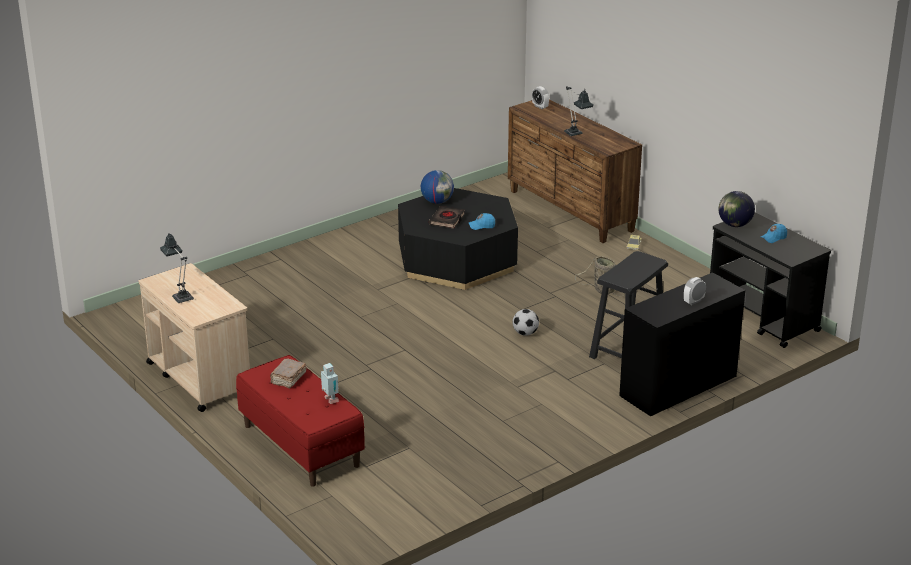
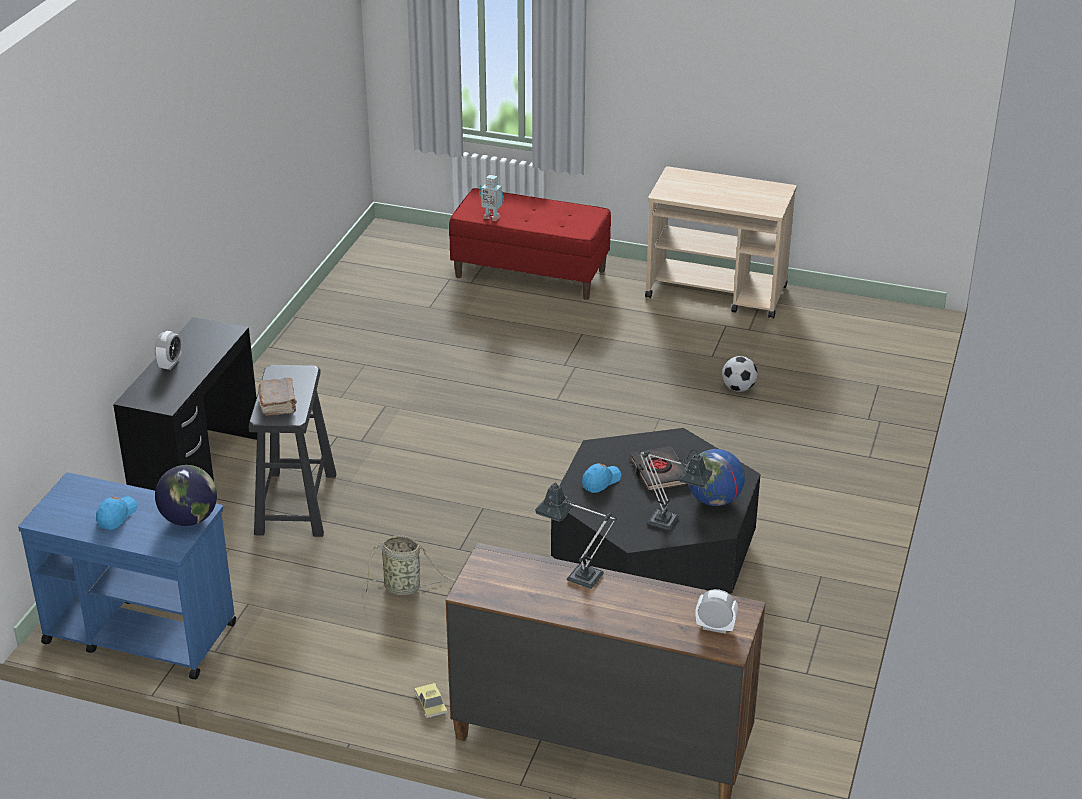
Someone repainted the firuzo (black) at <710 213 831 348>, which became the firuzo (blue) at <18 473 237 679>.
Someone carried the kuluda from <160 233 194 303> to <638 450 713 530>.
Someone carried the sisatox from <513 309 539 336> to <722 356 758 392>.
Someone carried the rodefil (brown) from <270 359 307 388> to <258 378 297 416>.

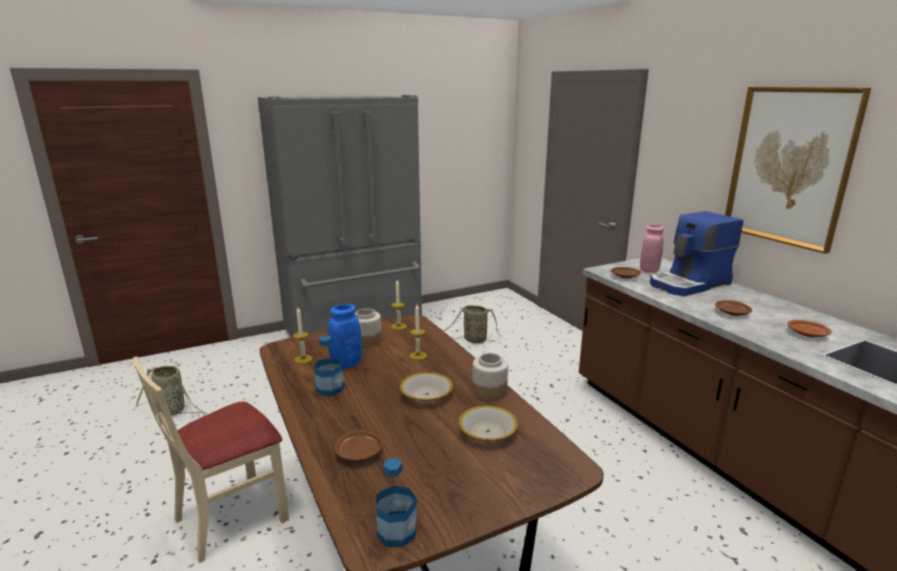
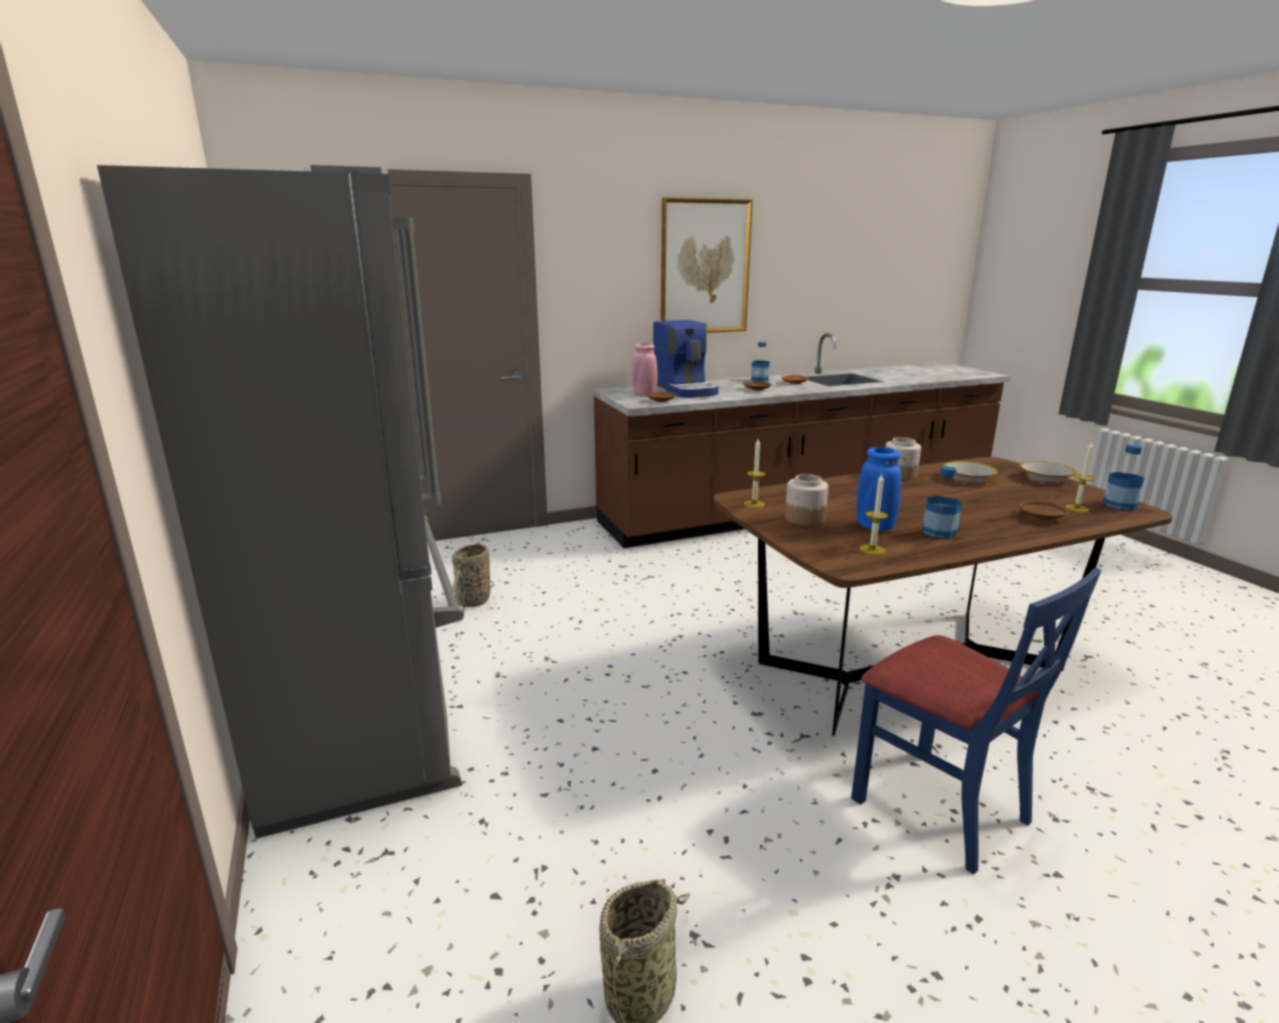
Someone carried the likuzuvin from <410 305 427 360> to <1065 442 1094 512>.
Someone repainted the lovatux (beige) at <133 356 289 563>, which became the lovatux (blue) at <851 567 1101 875>.
Someone carried the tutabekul from <400 372 453 403> to <1019 461 1076 483>.
Someone put down the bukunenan at <751 342 770 382>.

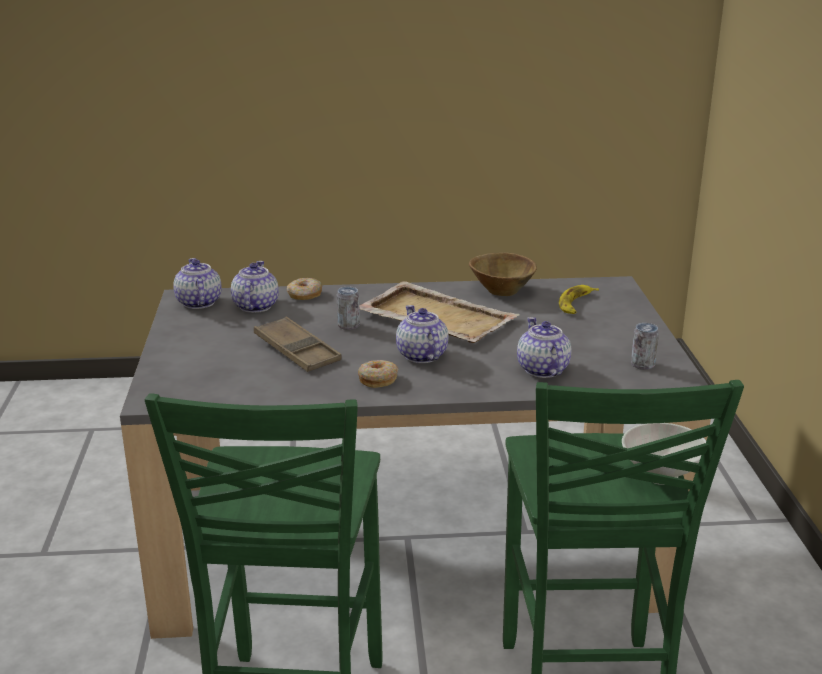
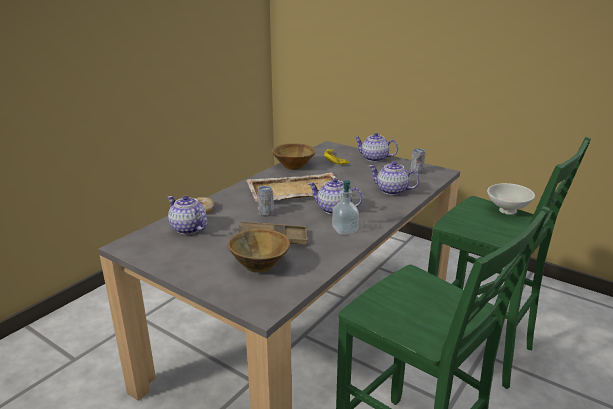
Someone carried the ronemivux from <173 258 221 309> to <354 133 398 162>.
Someone swapped the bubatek at <358 360 399 388> for the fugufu at <332 180 359 235>.
Someone put down the tutabekul (brown) at <228 228 290 273>.

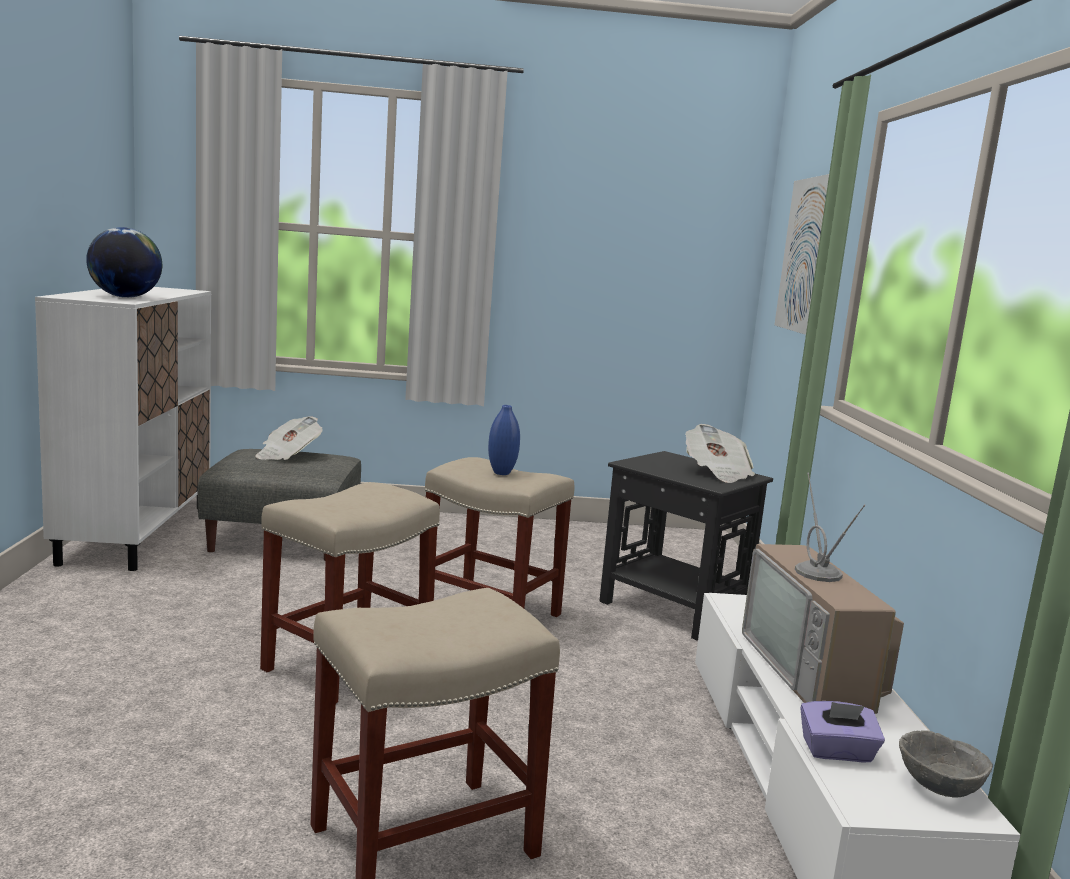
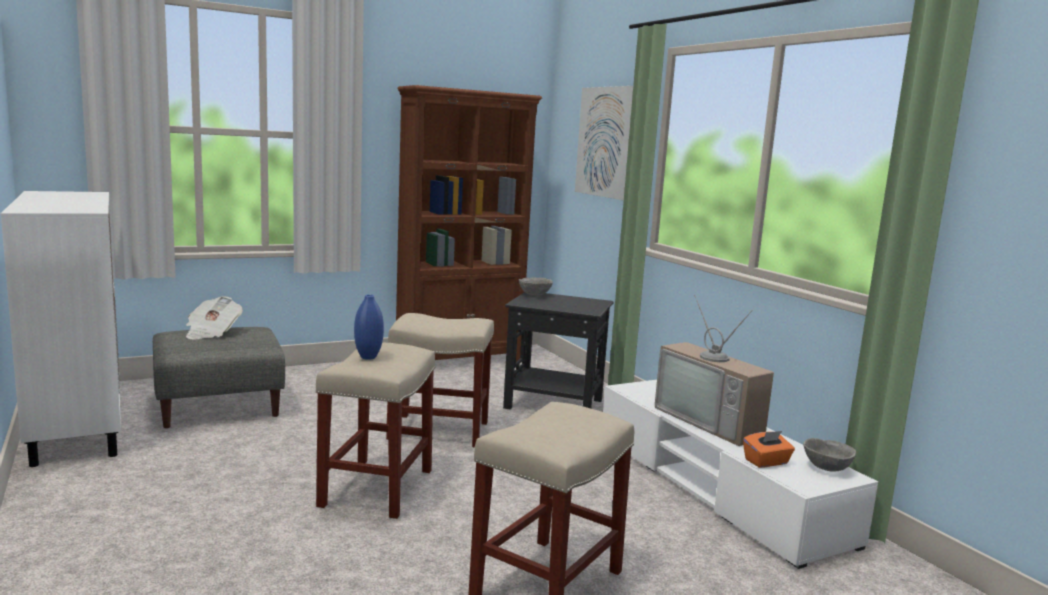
Someone took away the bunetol at <86 227 162 298>.
Someone carried the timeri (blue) from <488 405 520 475> to <354 294 384 360>.
Someone took away the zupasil at <685 424 755 483>.
Someone repainted the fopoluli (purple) at <800 701 885 762>, which became the fopoluli (orange) at <743 431 795 468>.
Someone put down the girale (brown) at <396 85 542 362>.
Someone put down the tutabekul (grey) at <519 278 553 296>.

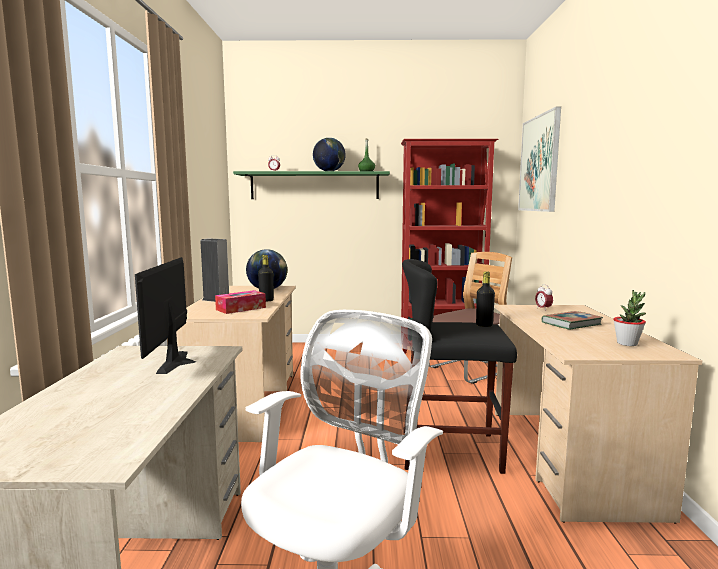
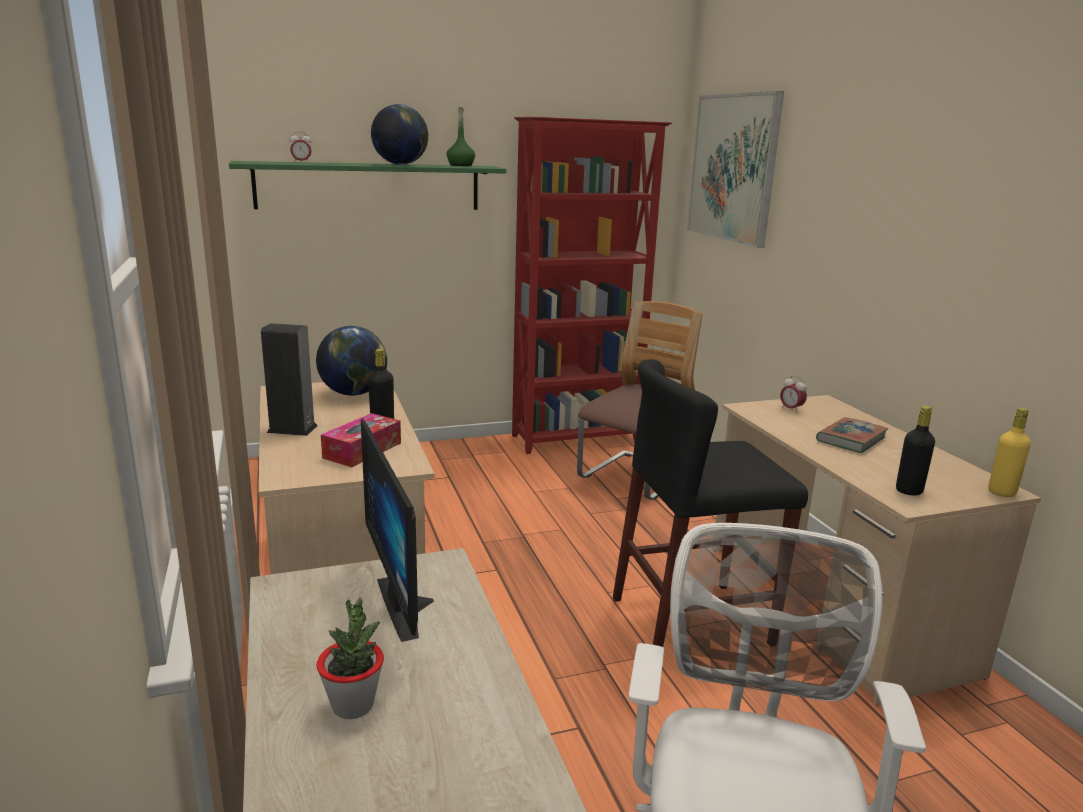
Someone carried the bukunenan (black) from <476 271 495 327> to <896 406 935 496>.
Someone carried the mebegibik from <613 290 646 346> to <317 597 384 719>.
Someone put down the bukunenan (yellow) at <988 408 1031 497>.

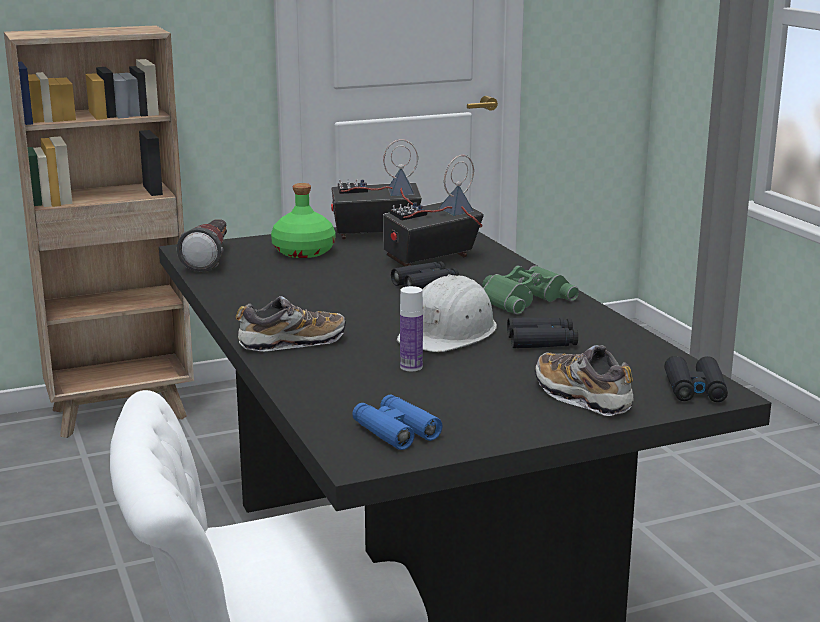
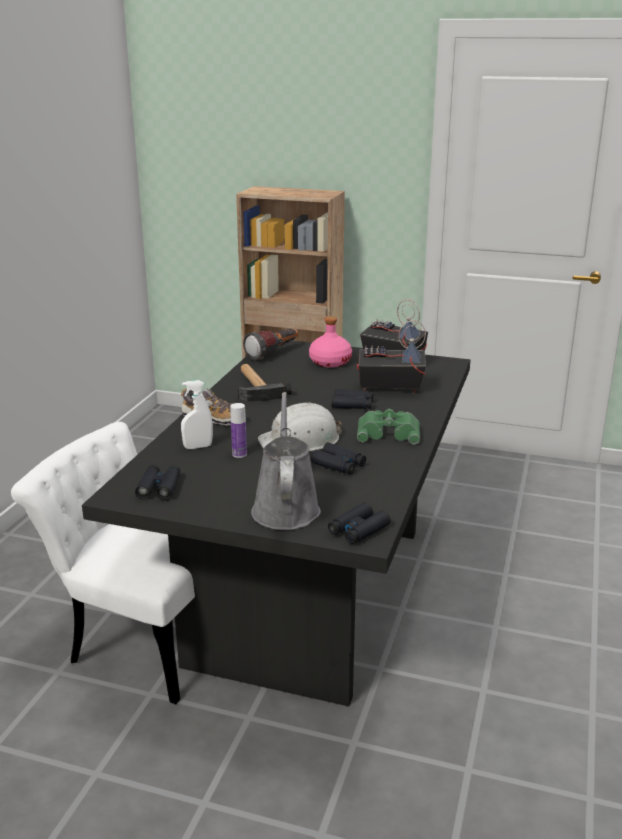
Someone repainted the bukunenan (green) at <271 183 335 258>, which became the bukunenan (pink) at <309 316 352 368>.
Someone swapped the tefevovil at <534 345 633 416> for the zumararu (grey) at <251 392 321 530>.
Someone repainted the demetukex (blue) at <352 395 442 450>, which became the demetukex (black) at <135 465 180 500>.
Someone put down the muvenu at <238 364 292 401>.
Someone put down the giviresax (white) at <181 380 213 449>.

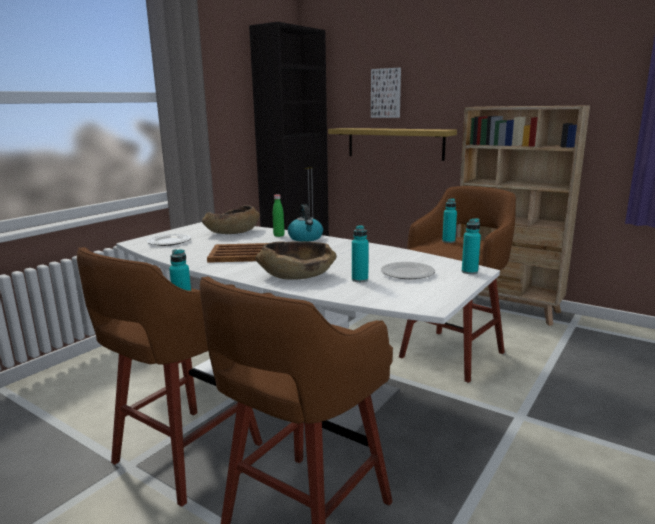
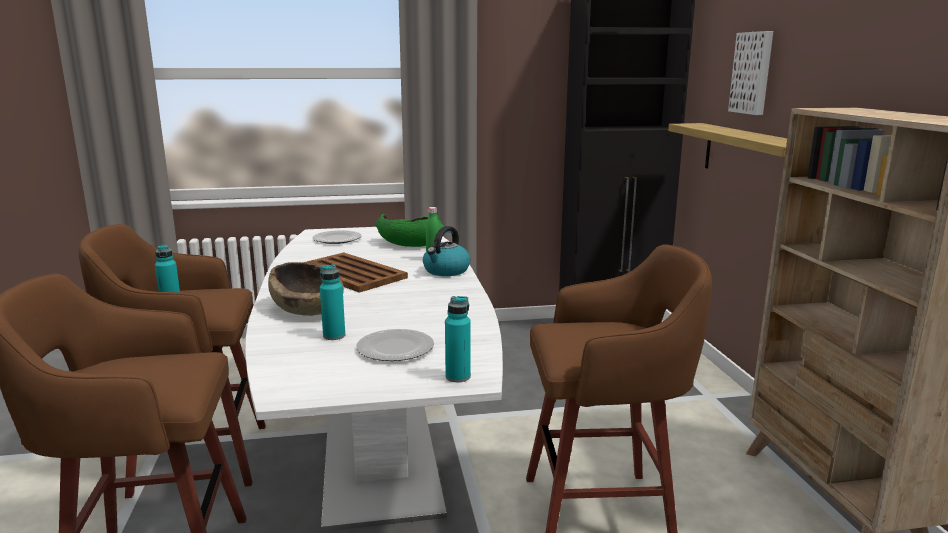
Someone took away the bukunenan (turquoise) at <442 198 457 243>.
Someone repainted the tutabekul (brown) at <202 205 260 234>, which became the tutabekul (green) at <375 214 444 247>.

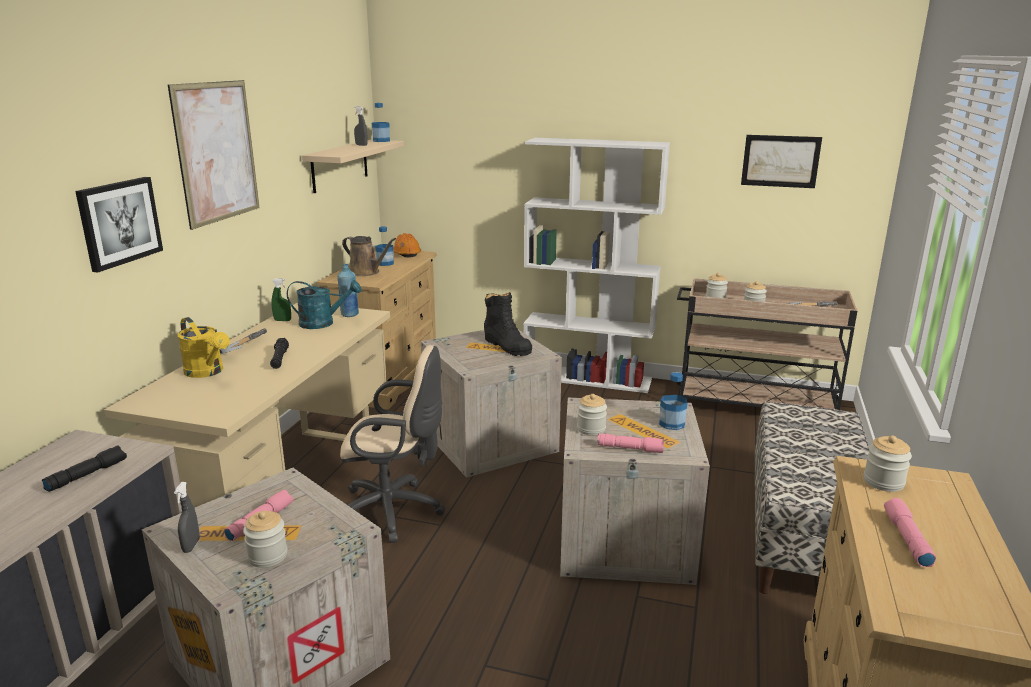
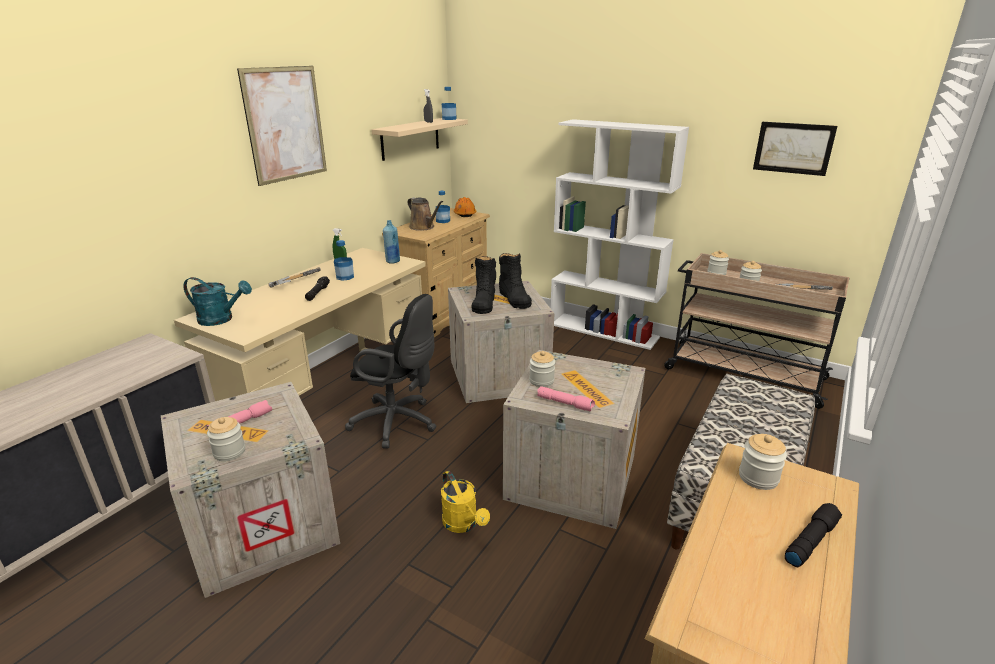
Someone took away the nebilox at <75 177 163 272>.
Someone carried the zumararu (turquoise) from <287 280 361 329> to <183 277 252 326>.
Someone carried the zumararu (yellow) from <177 317 230 378> to <441 471 490 533>.
Someone repainted the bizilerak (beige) at <340 345 445 543>, which became the bizilerak (black) at <345 294 437 449>.
Someone carried the bukunenan from <659 372 688 430> to <334 240 354 281>.
Someone carried the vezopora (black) from <42 446 127 492> to <785 503 842 567>.
Someone took away the giviresax (grey) at <174 482 200 553>.
Someone took away the vezopora (pink) at <884 498 936 567>.
Someone put down the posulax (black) at <471 256 496 314>.

